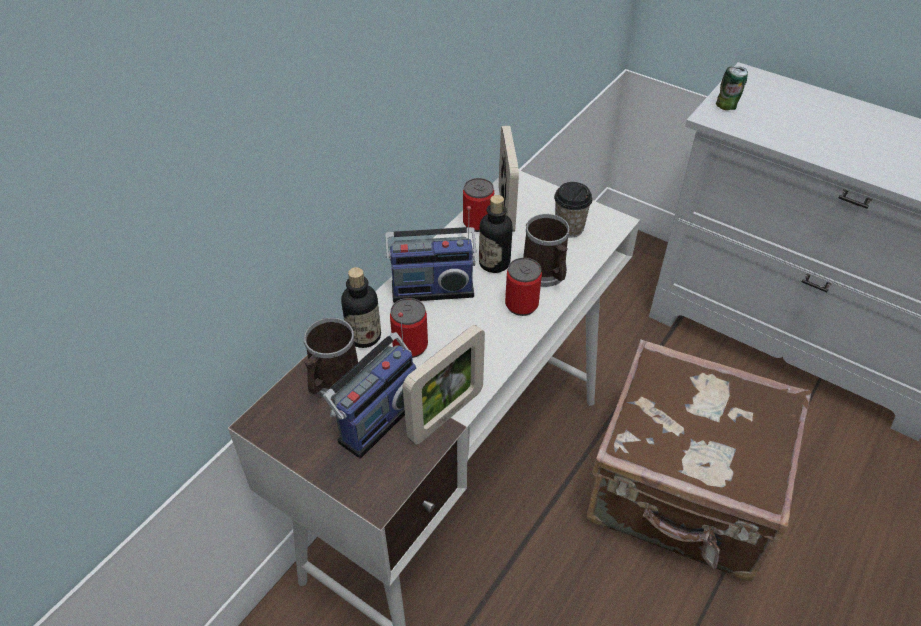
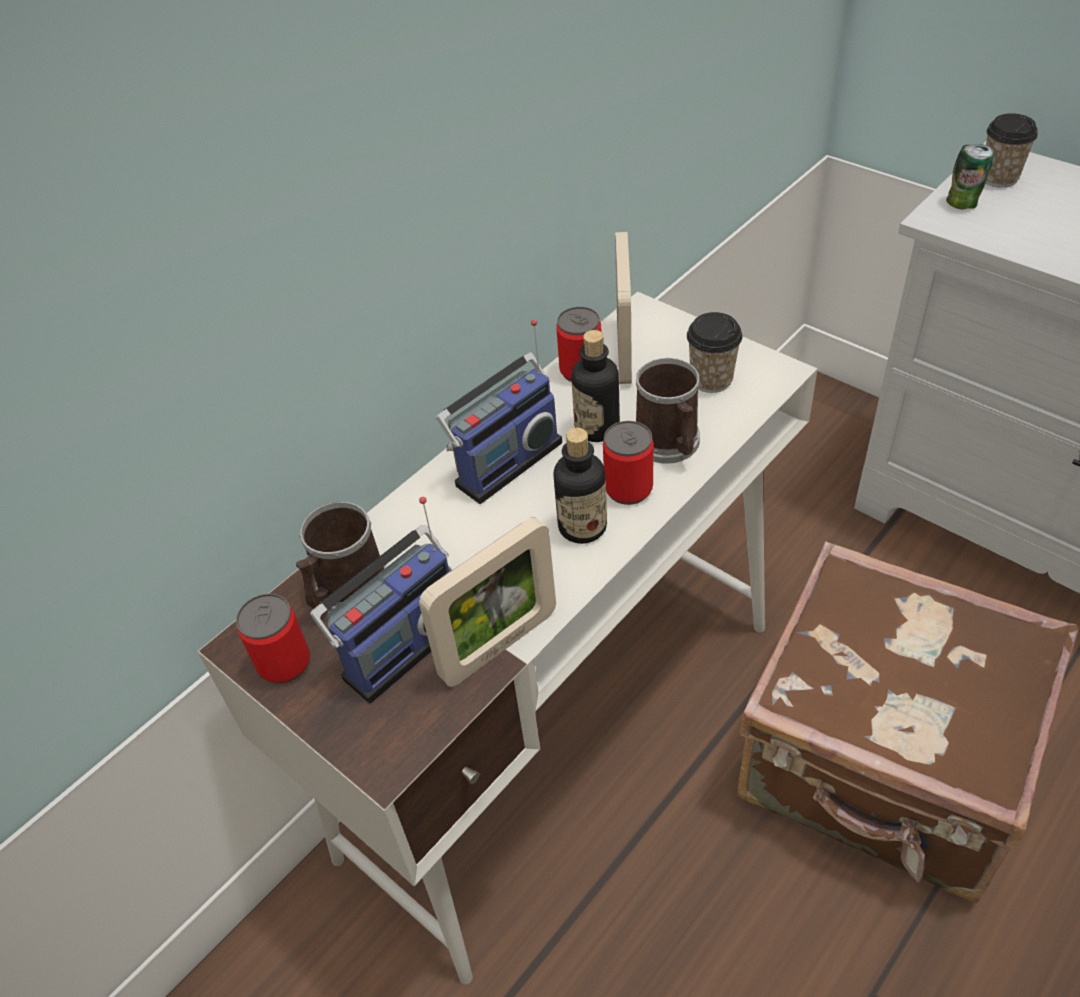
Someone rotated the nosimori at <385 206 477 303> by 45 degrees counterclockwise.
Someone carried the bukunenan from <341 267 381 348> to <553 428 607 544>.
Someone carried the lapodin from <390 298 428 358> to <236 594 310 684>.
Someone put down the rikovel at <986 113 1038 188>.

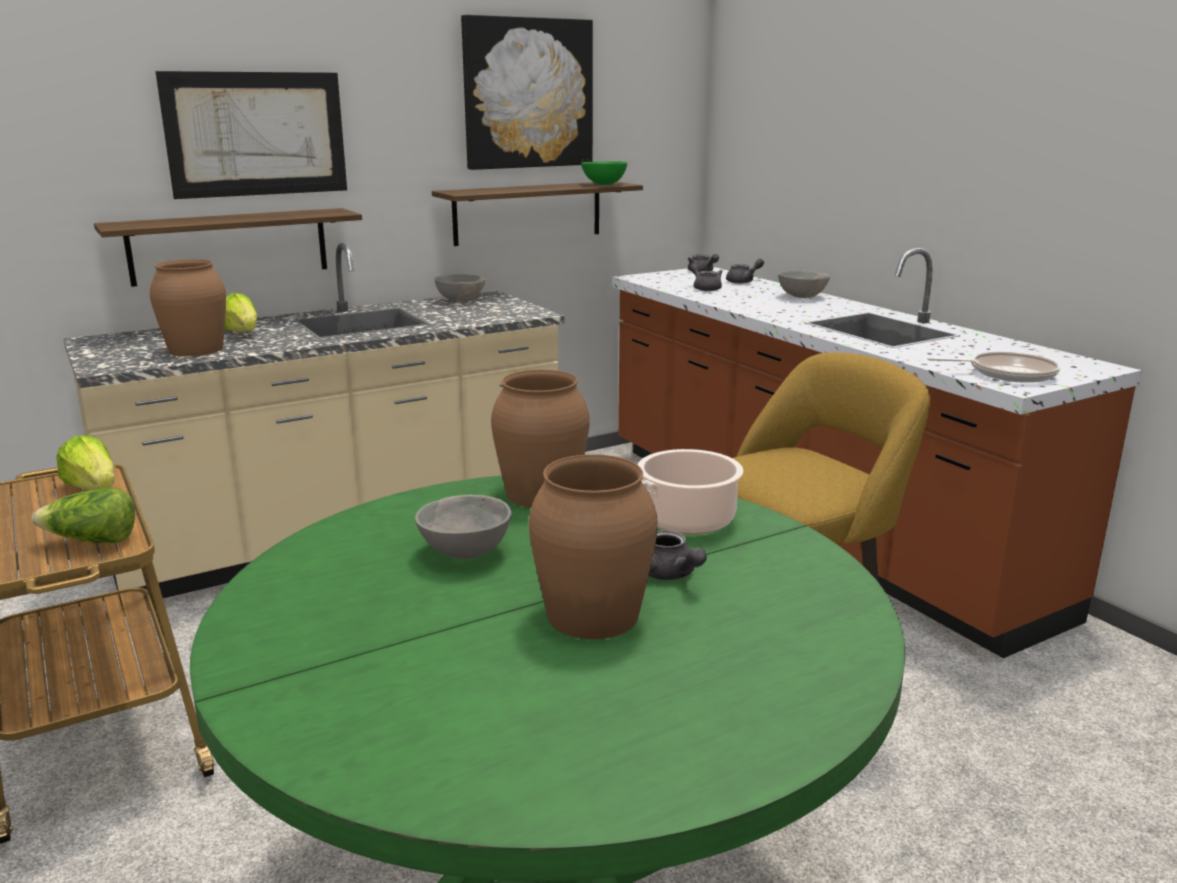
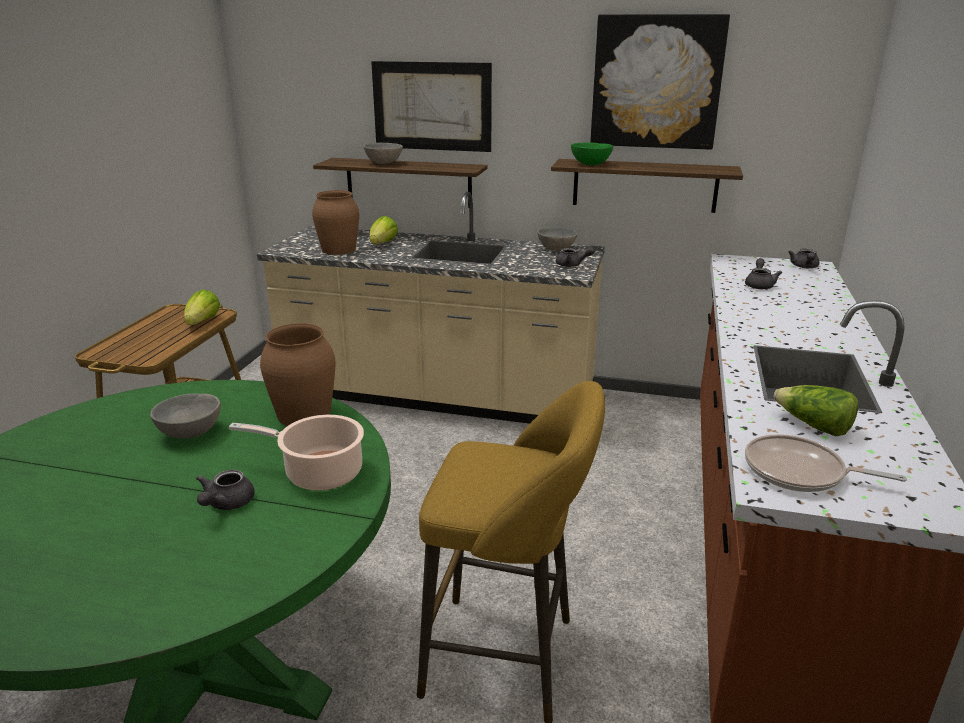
Someone carried the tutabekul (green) from <581 161 627 185> to <571 143 613 165>.
Someone carried the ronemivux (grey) from <726 258 764 284> to <556 247 595 267>.
Someone carried the tutabekul (grey) from <778 271 830 298> to <363 143 403 164>.
Someone rotated the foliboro at <927 352 1060 383> by 150 degrees clockwise.
Someone took away the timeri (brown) at <529 454 658 639>.
Someone carried the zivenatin from <32 488 135 543> to <774 385 858 436>.

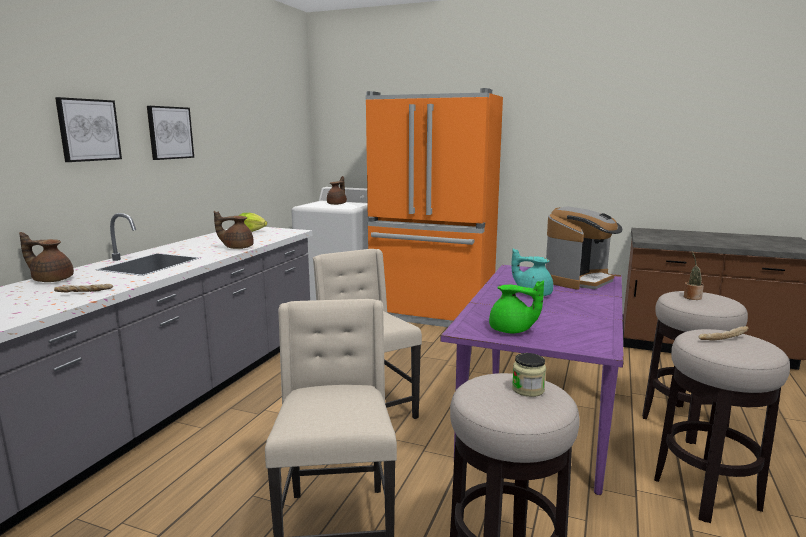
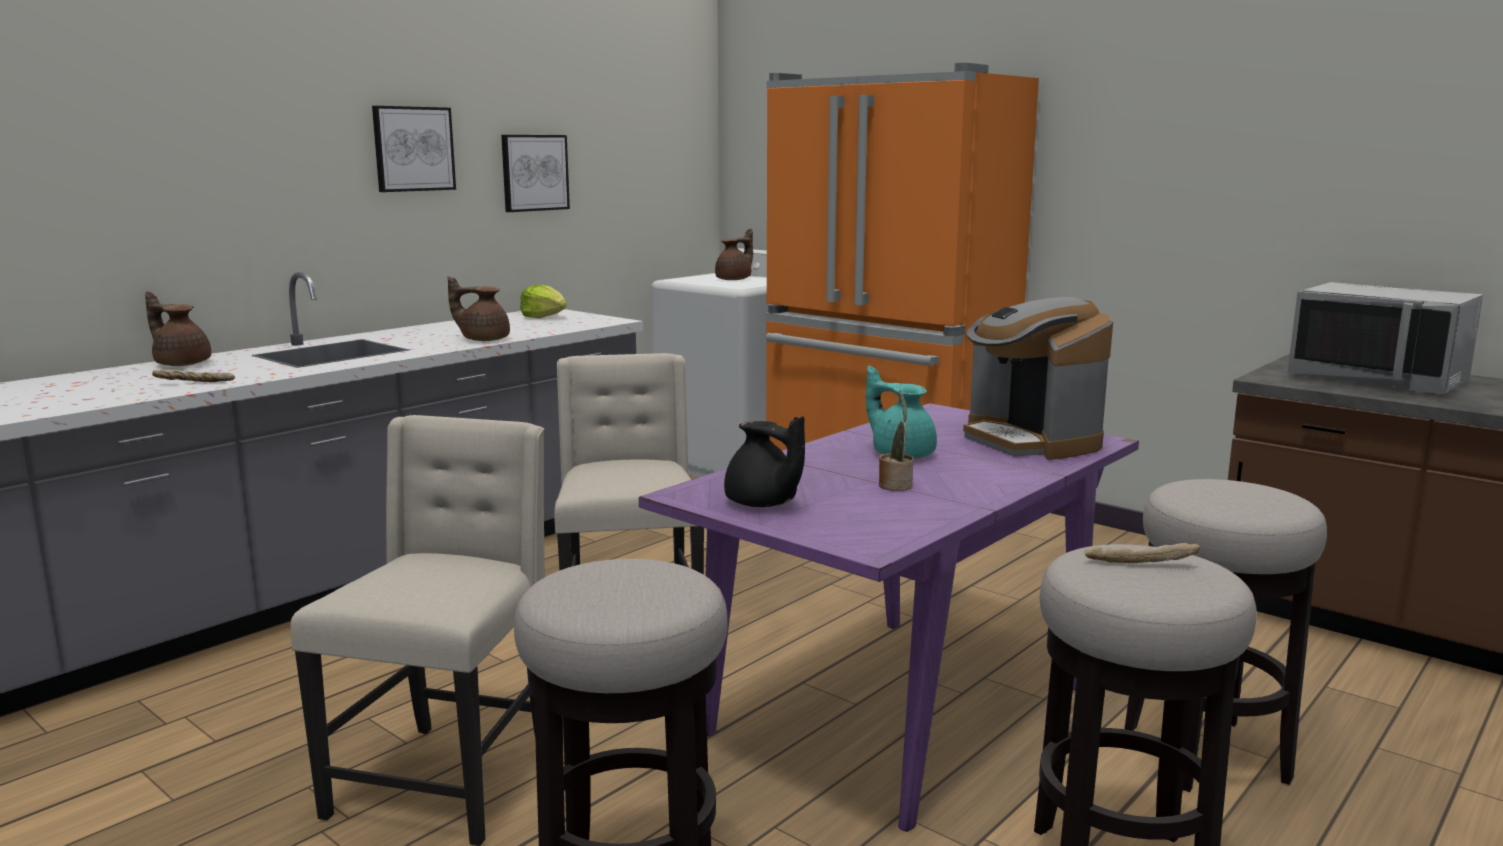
Someone carried the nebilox from <55 97 122 162> to <501 135 570 212>.
Someone rotated the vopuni at <546 207 623 290> by 90 degrees clockwise.
Someone carried the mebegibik from <684 251 704 300> to <879 390 914 491>.
Someone repainted the ronemivux (green) at <489 280 544 333>, which became the ronemivux (black) at <724 416 805 507>.
Someone took away the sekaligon at <512 353 546 397>.
Someone put down the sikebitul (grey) at <1287 282 1483 394>.

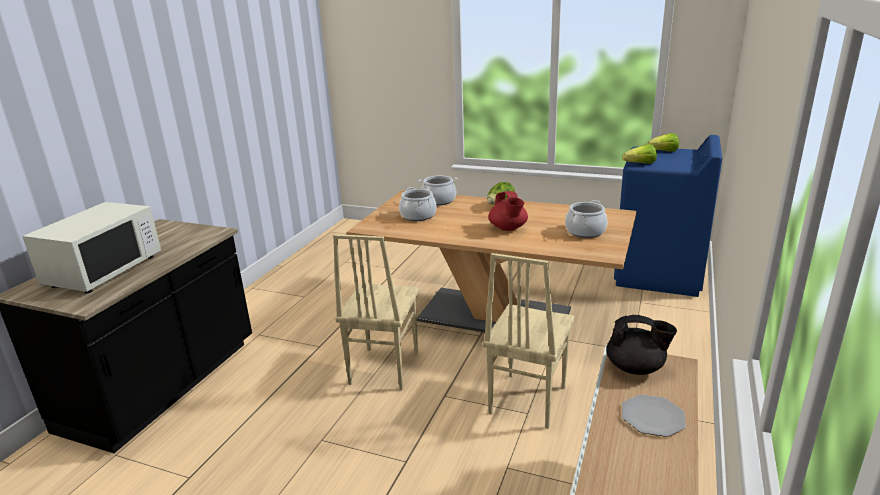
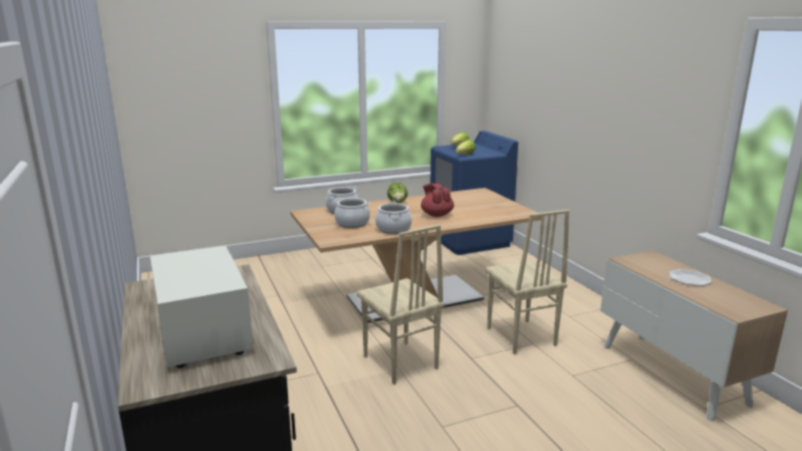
Someone rotated the ronemivux (red) at <488 191 528 231> by 150 degrees counterclockwise.
Someone carried the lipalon from <565 200 608 238> to <375 201 412 234>.
Someone took away the ronemivux (black) at <606 315 677 375>.

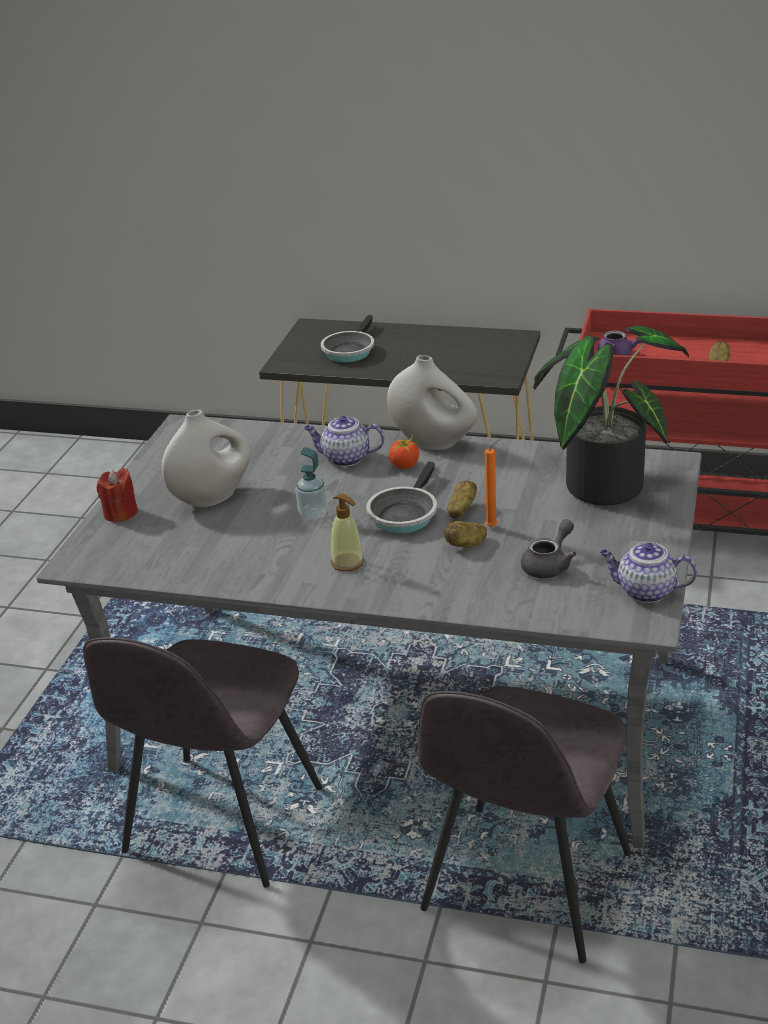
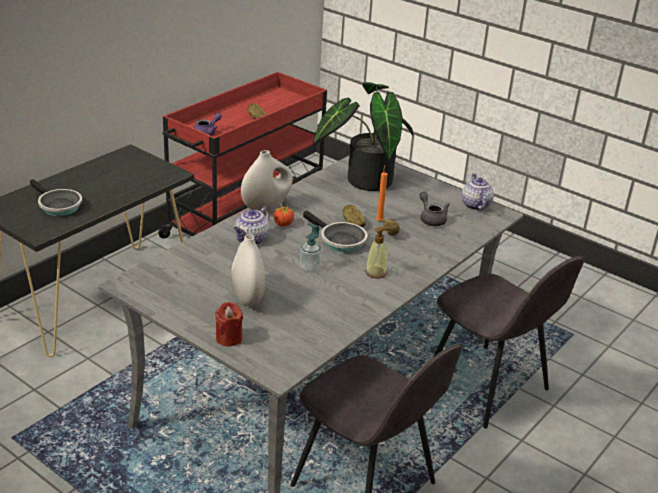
Someone rotated the ronemivux at <600 542 697 603> by 135 degrees clockwise.

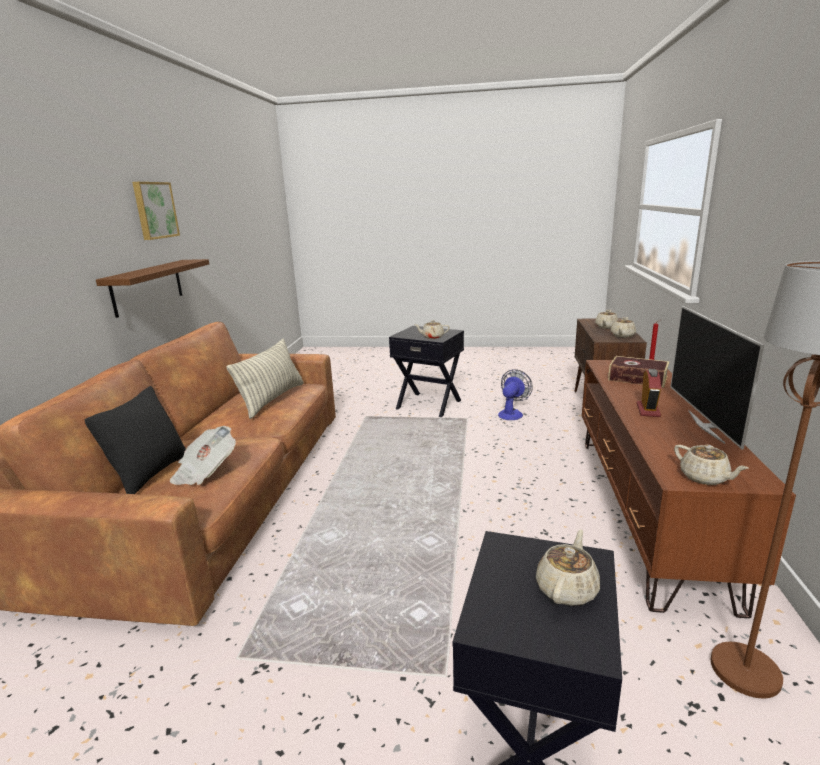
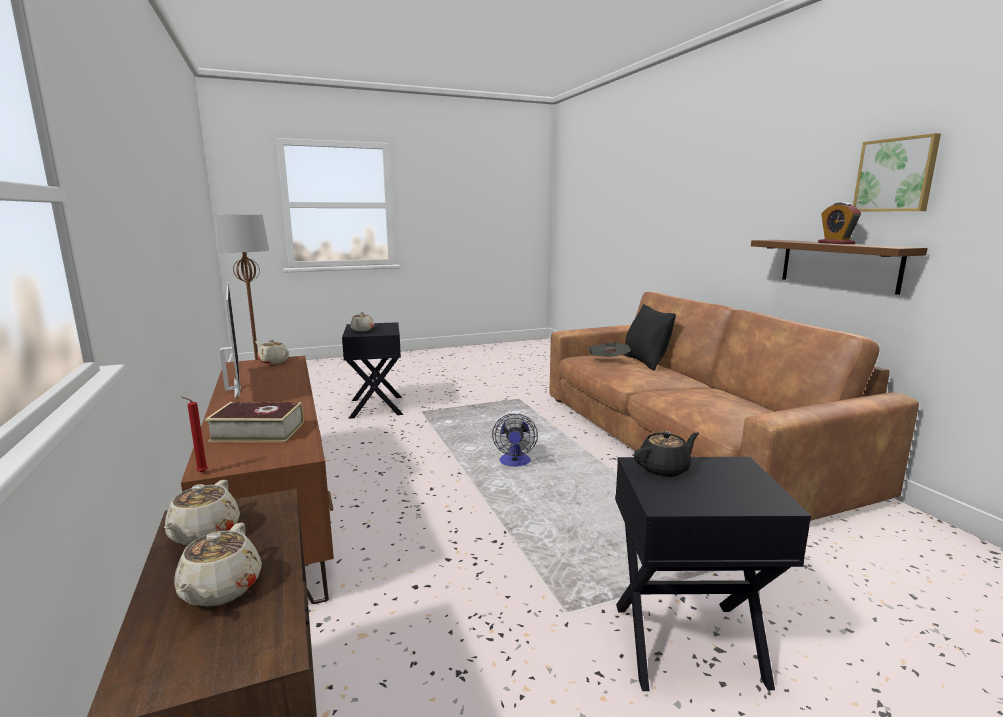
Someone repainted the ronemivux (beige) at <414 320 450 339>, which became the ronemivux (black) at <634 431 699 477>.
Someone took away the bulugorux at <226 339 304 419>.
Someone carried the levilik from <498 369 533 420> to <492 414 538 467>.
Someone carried the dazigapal from <637 369 661 417> to <818 202 861 244>.

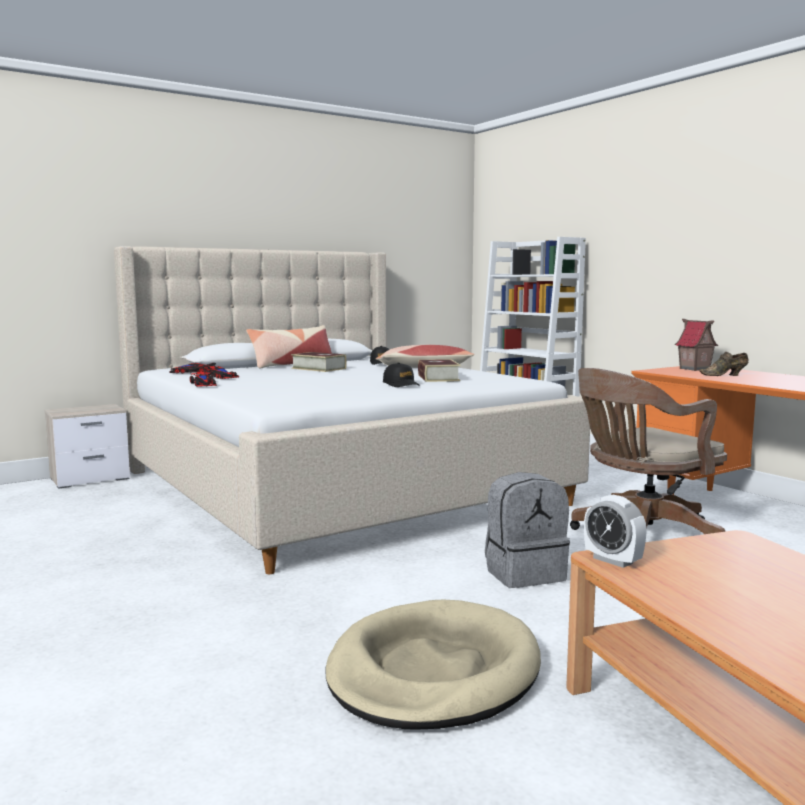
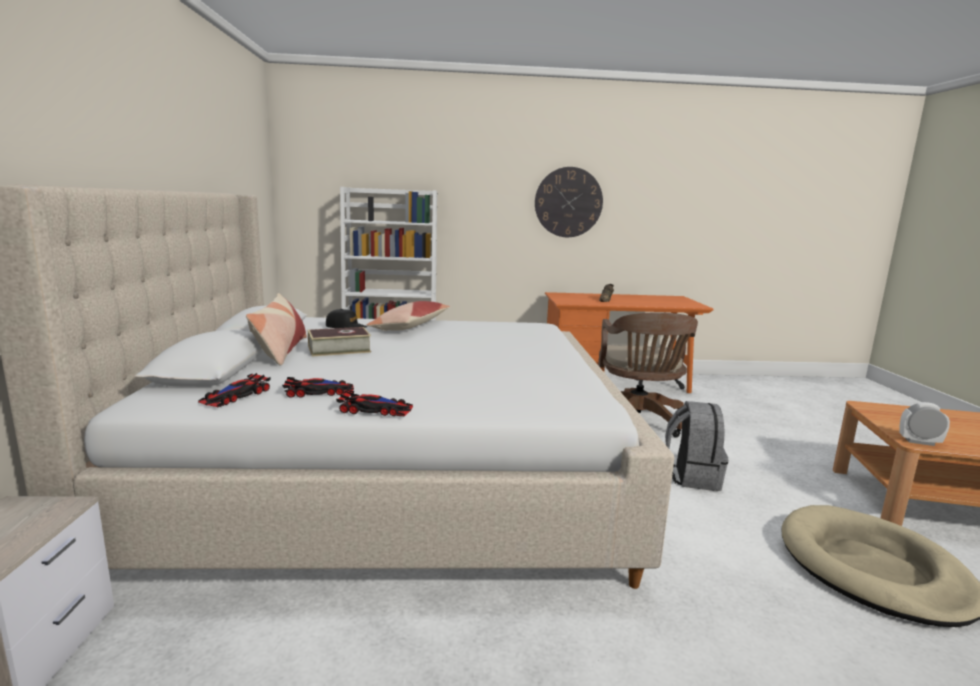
Someone took away the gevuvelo at <675 319 718 371>.
Someone took away the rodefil at <418 359 461 382>.
Someone took away the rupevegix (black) at <383 363 420 387>.
Someone rotated the dazigapal at <584 495 647 568> by 150 degrees counterclockwise.
Someone put up the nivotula at <535 167 603 237>.

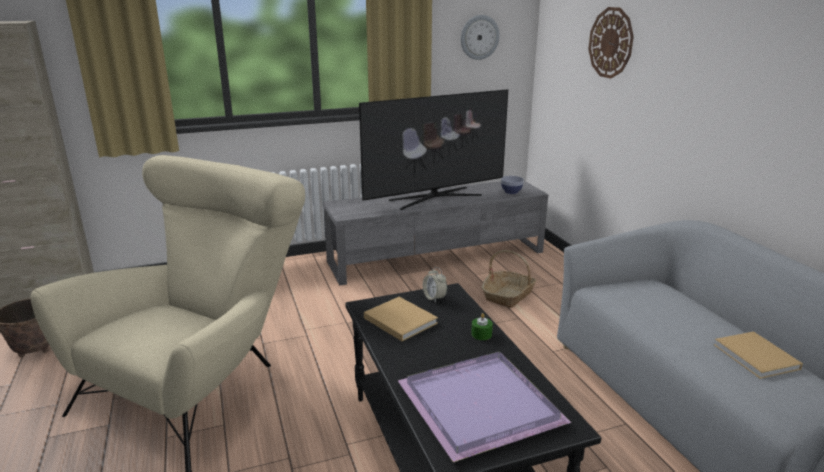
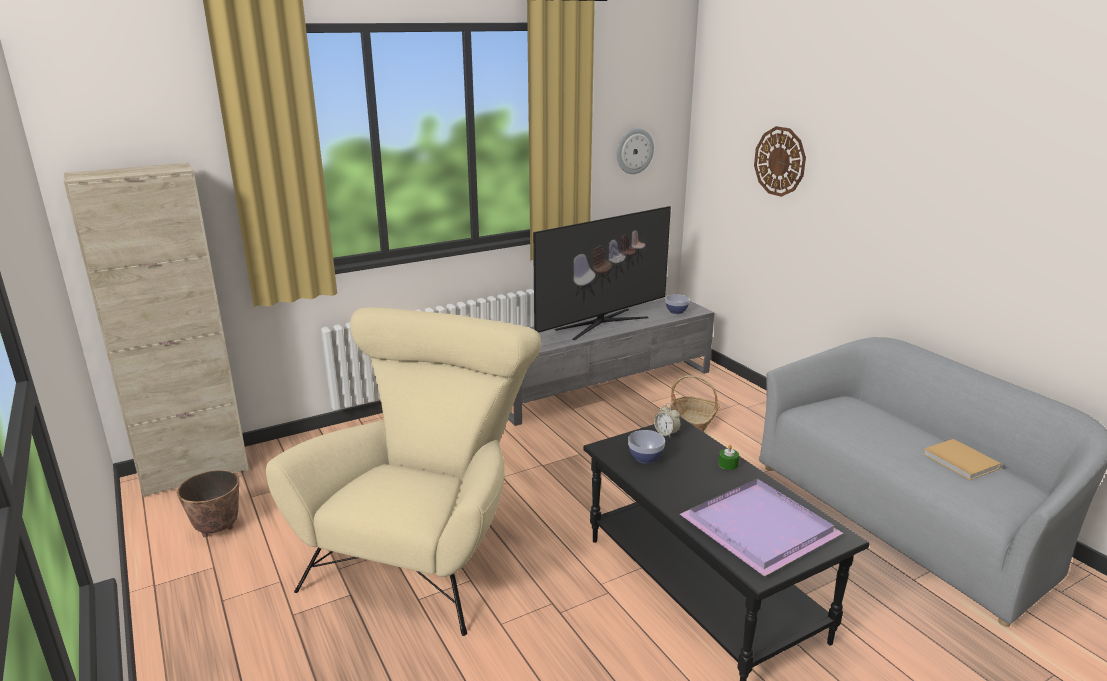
Someone swapped the rodefil (beige) at <364 297 438 341> for the tutabekul at <628 430 665 464>.

